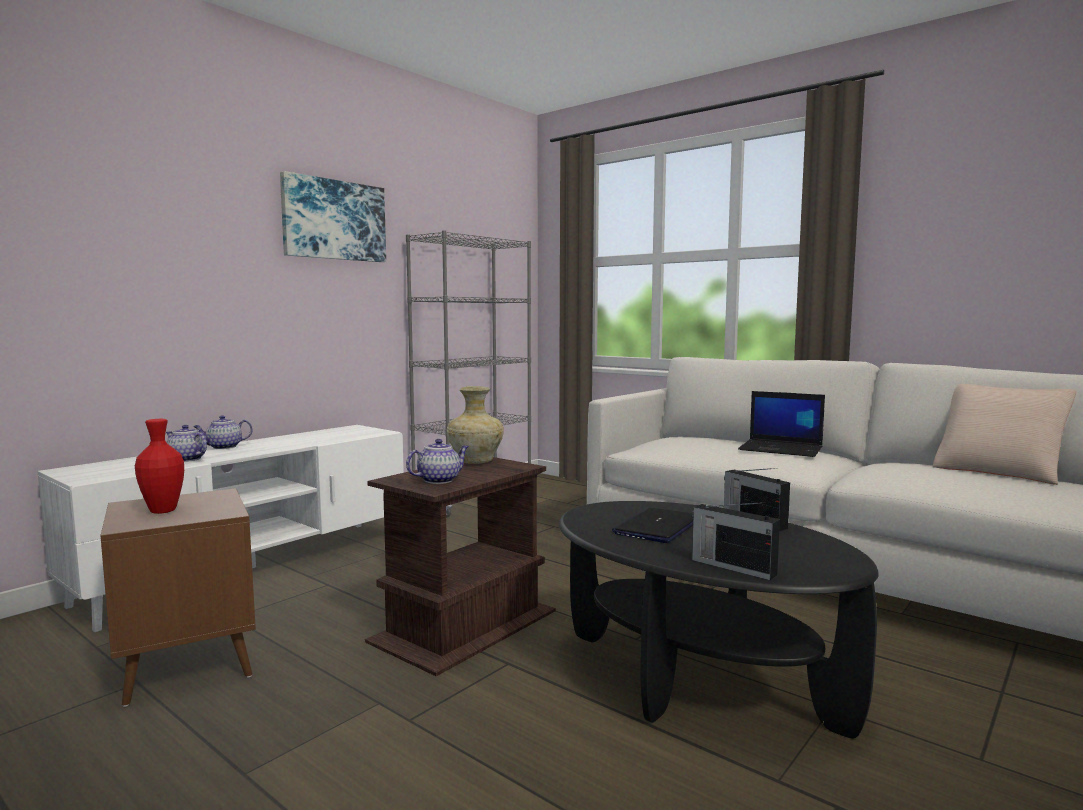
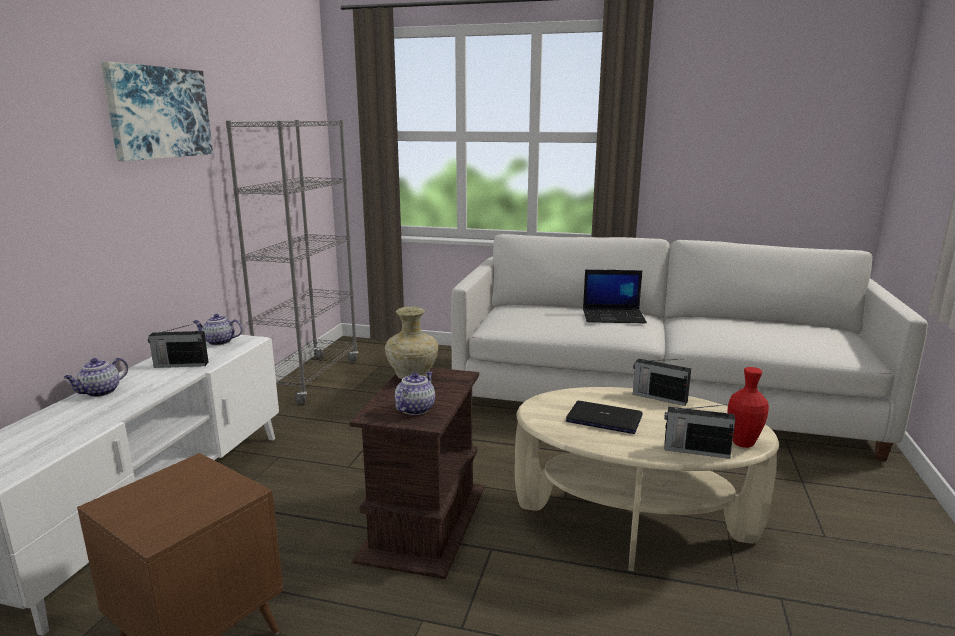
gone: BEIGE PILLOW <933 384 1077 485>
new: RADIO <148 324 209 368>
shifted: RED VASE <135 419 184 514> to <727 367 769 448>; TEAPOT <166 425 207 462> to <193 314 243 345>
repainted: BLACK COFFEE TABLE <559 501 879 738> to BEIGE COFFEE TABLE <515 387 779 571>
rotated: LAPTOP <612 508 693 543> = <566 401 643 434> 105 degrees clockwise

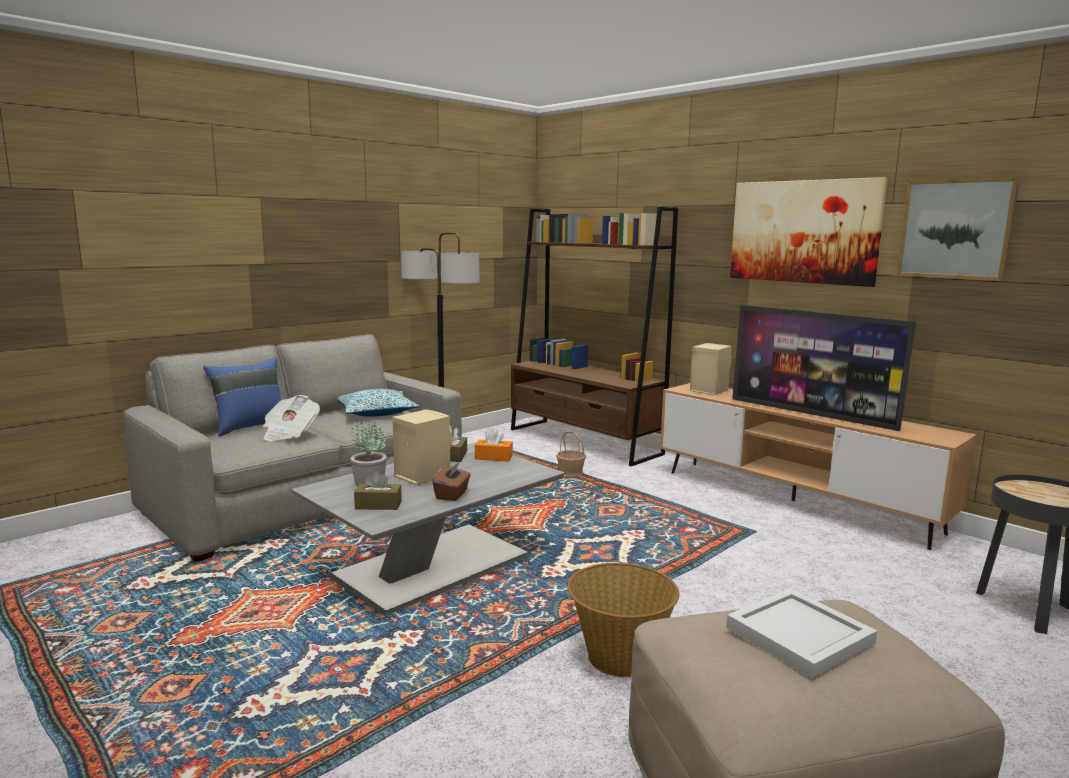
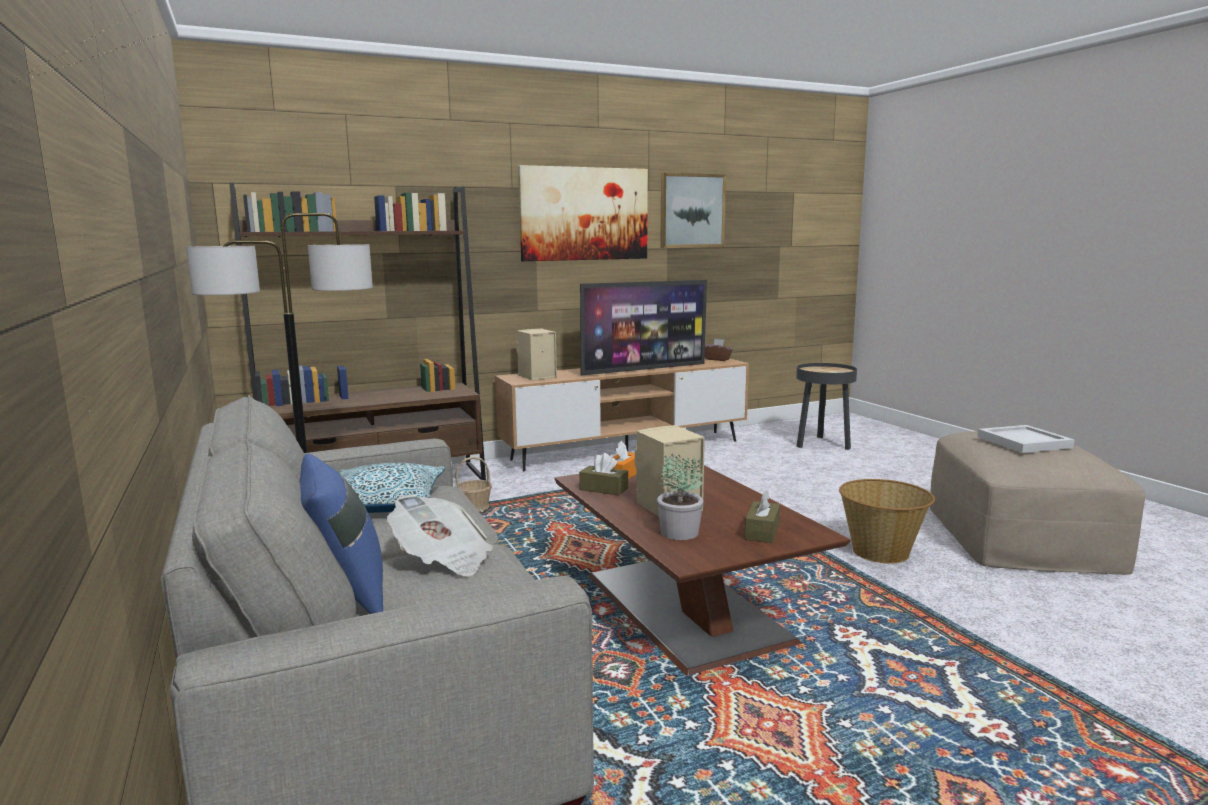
shifted: BROWN TISSUE BOX <432 461 471 501> to <705 339 733 361>
repainted: GREY COFFEE TABLE <291 442 565 616> to BROWN COFFEE TABLE <554 465 851 676>

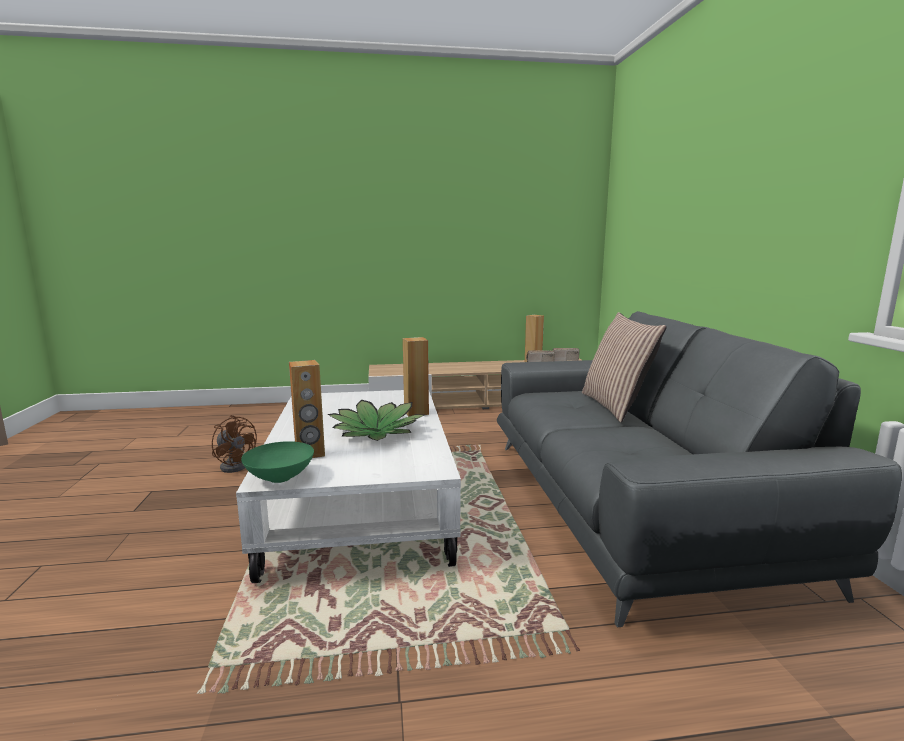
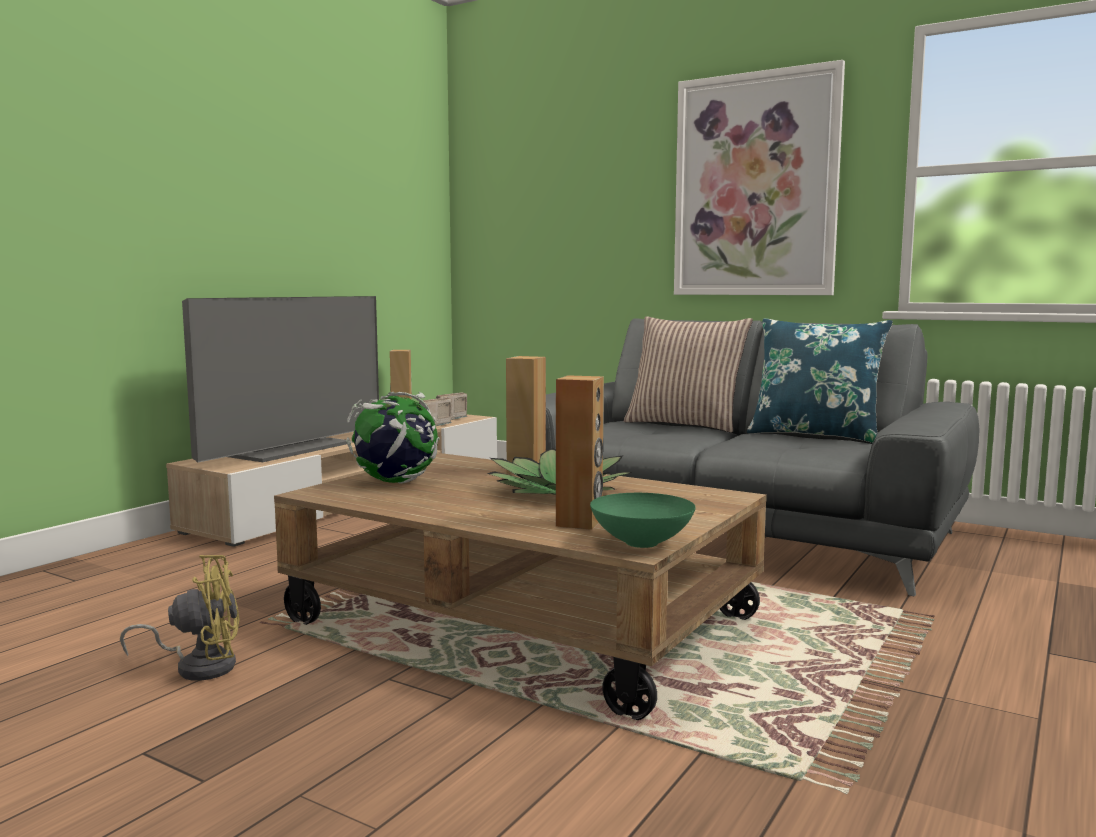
new: PICTURE <674 60 845 295>; TELEVISION <182 296 379 462>; BLUE PILLOW <747 318 893 443>; GLOBE <346 392 440 484>
repainted: WHITE COFFEE TABLE <236 390 461 583> to BROWN COFFEE TABLE <274 453 767 720>; BROWN FAN <212 415 257 473> to YELLOW FAN <120 555 240 681>

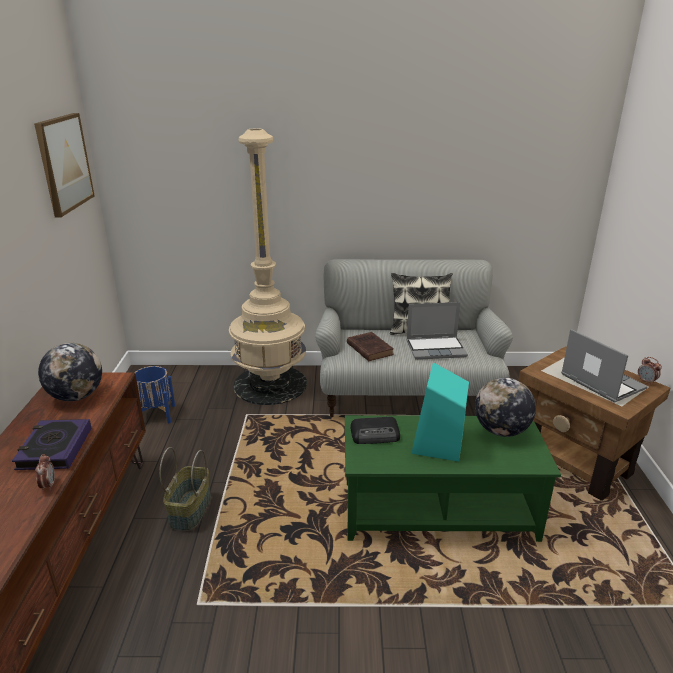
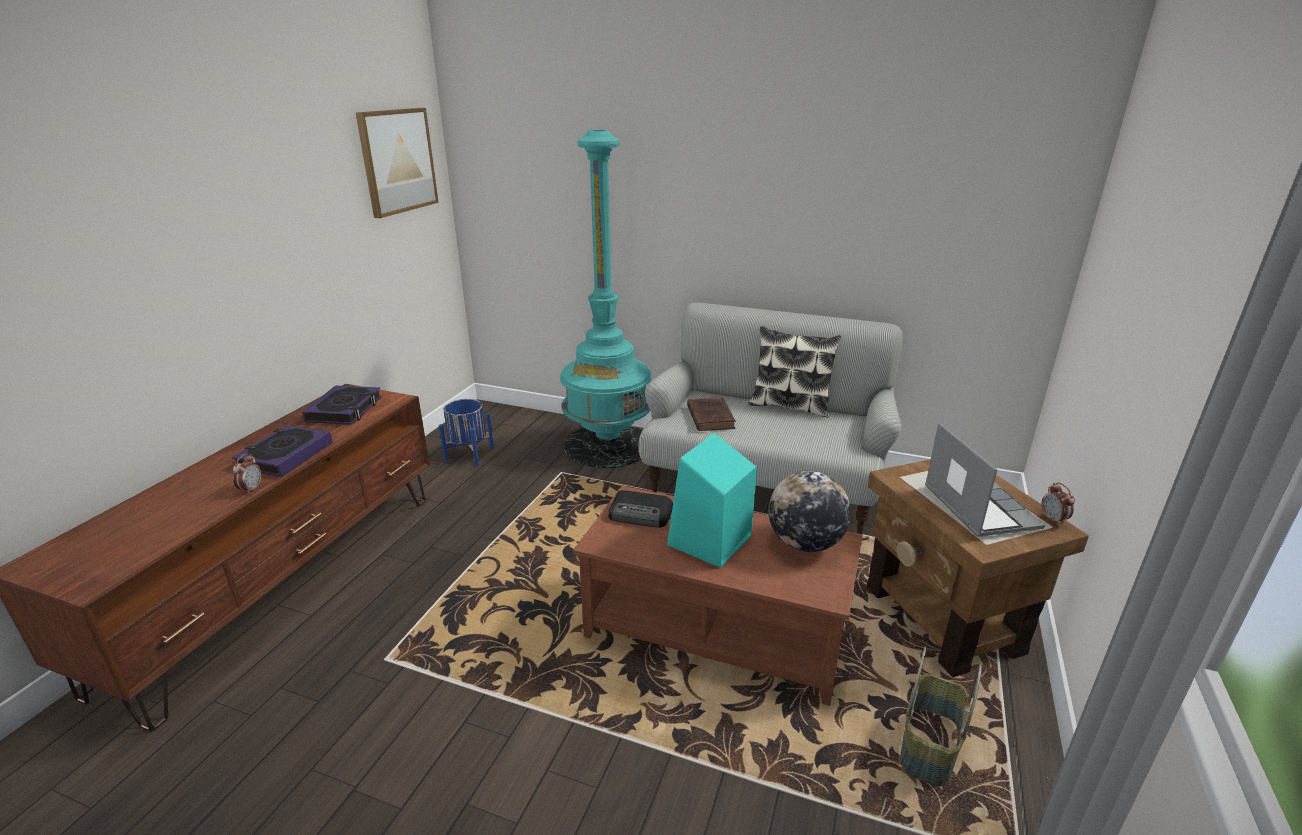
gone: LAPTOP <406 302 468 360>
shifted: BASKET <159 447 211 531> to <900 646 982 787>
swapped: GLOBE <38 343 102 401> to BOOK <302 385 382 425>
repainted: BEIGE FLOOR LAMP <229 128 307 405> to TURQUOISE FLOOR LAMP <560 130 652 468>; GREEN COFFEE TABLE <345 415 561 542> to BROWN COFFEE TABLE <573 486 863 706>

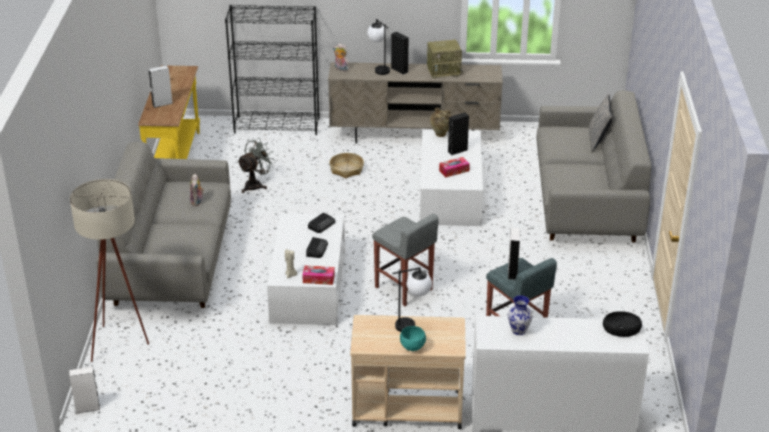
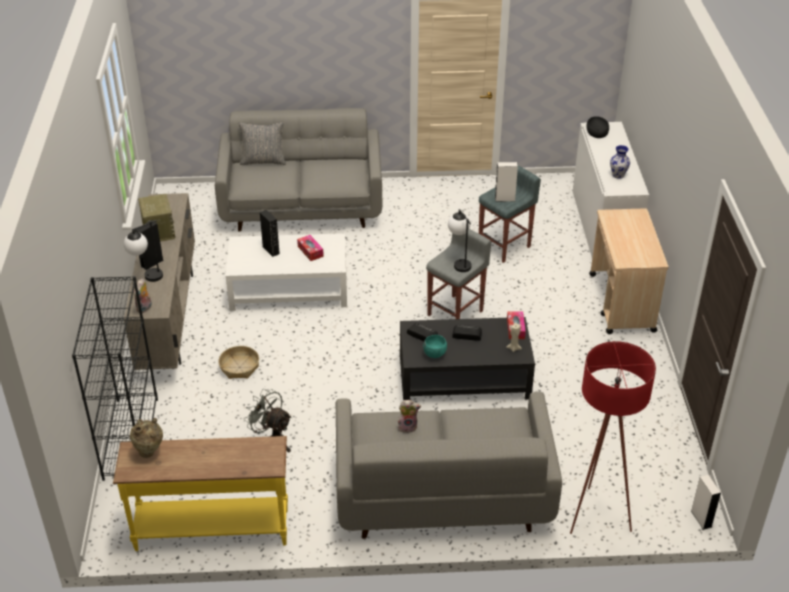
gone: GREY SPEAKER <148 65 173 108>
shifted: BEIGE VASE <430 108 451 137> to <130 418 163 458>; TABLE LAMP <392 267 432 332> to <448 209 472 272>; TURQUOISE BOWL <400 326 426 351> to <423 335 447 358>
repainted: BEIGE FLOOR LAMP <70 179 149 362> to RED FLOOR LAMP <570 341 656 534>; WHITE COFFEE TABLE <267 213 345 325> to BLACK COFFEE TABLE <400 317 535 401>

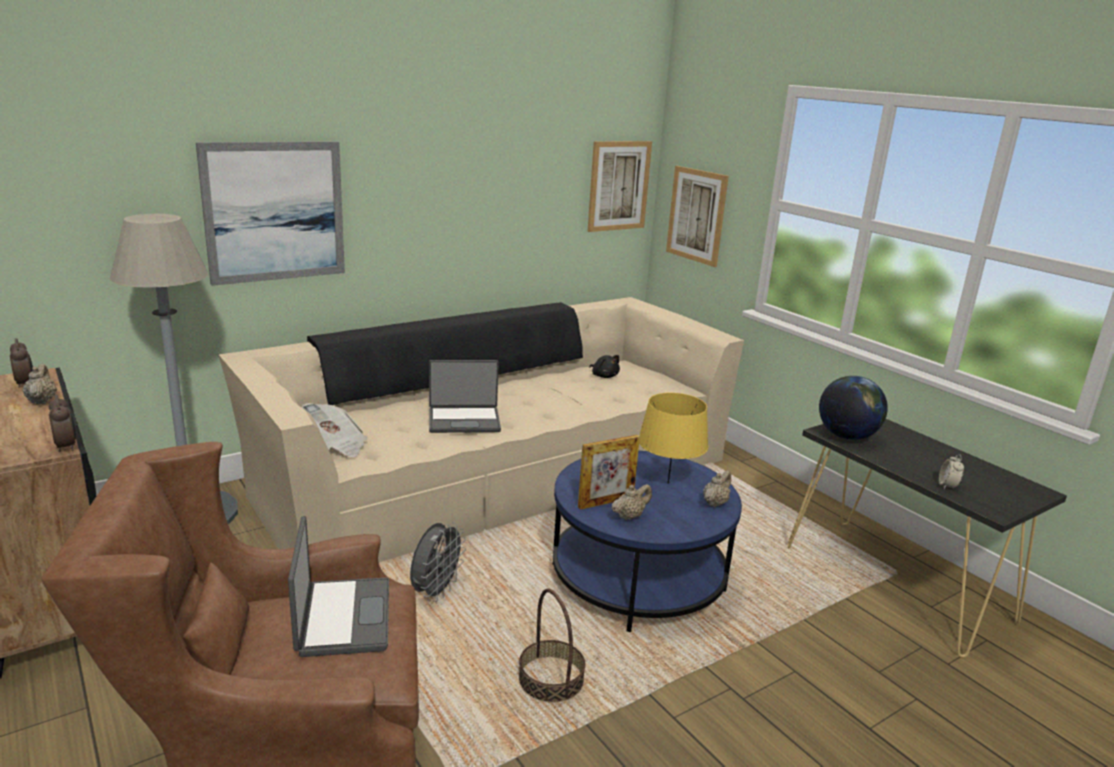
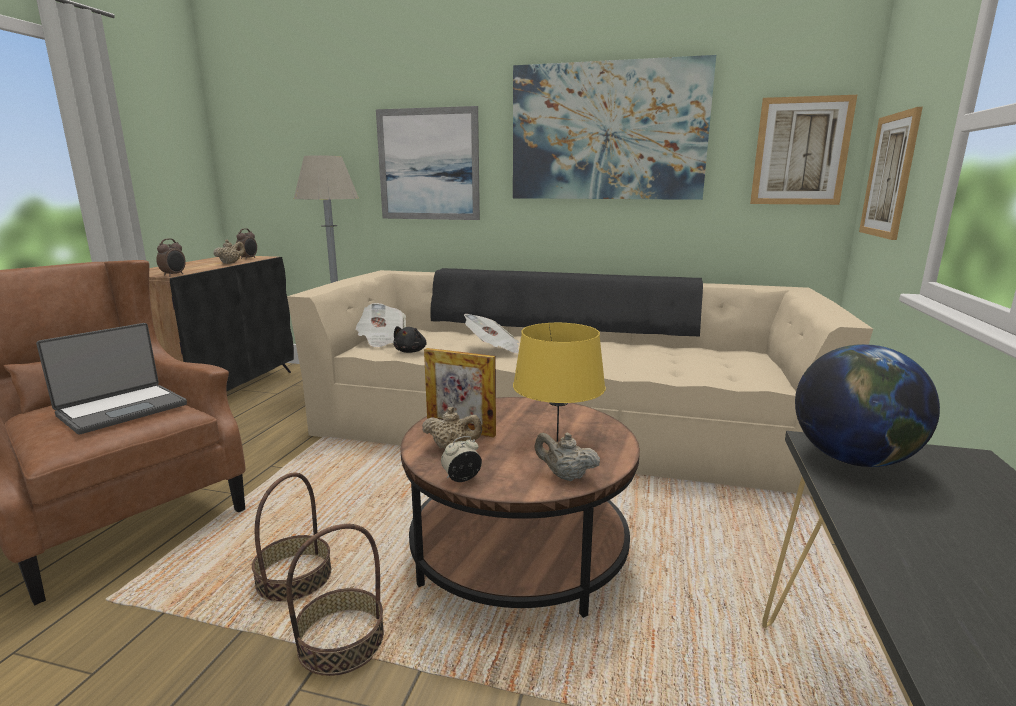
gone: GREY FAN <410 522 466 602>
new: PICTURE <513 55 716 200>; BASKET <286 524 384 676>
shifted: BLACK PLUSH TOY <589 355 620 378> to <394 326 427 353>; ALARM CLOCK <938 454 964 489> to <441 436 482 482>
swapped: LAPTOP <429 360 501 433> to NEWSPAPER <464 314 519 354>
repainted: BLUE COFFEE TABLE <553 451 742 632> to BROWN COFFEE TABLE <401 397 640 618>
rotated: BEIGE TEAPOT <703 471 731 507> = <535 432 600 481> 150 degrees counterclockwise

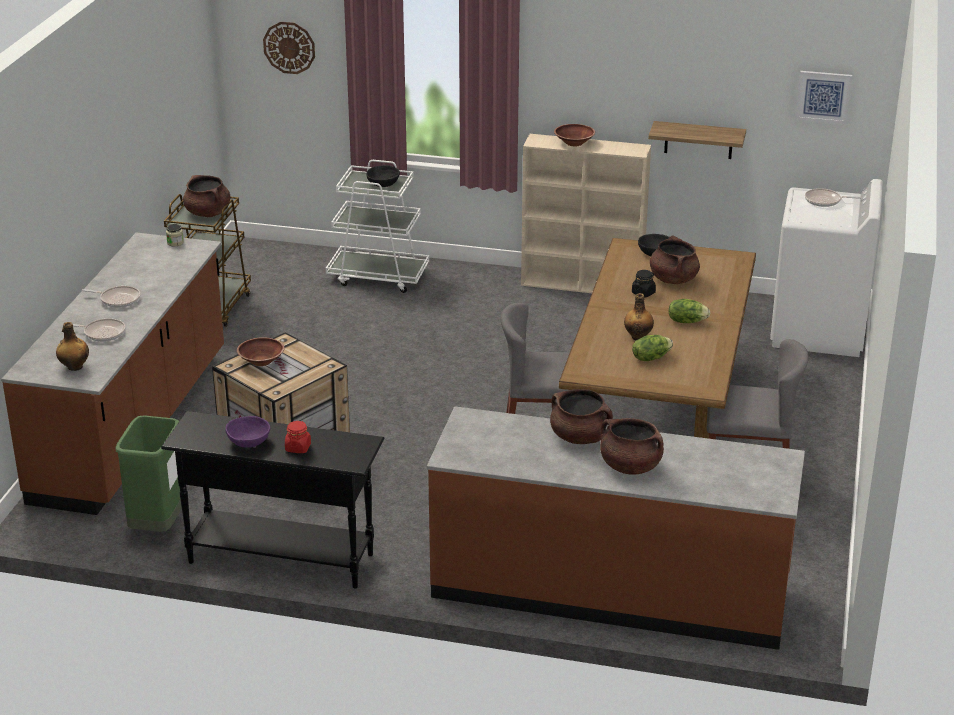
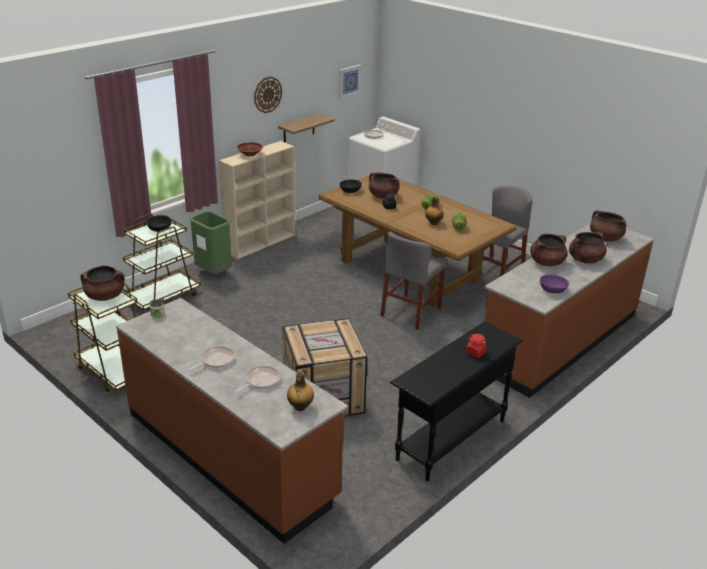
gone: BROWN BOWL <237 337 285 366>
new: BROWN COOKING POT <590 210 626 242>
shifted: WALL CLOCK <263 22 315 74> to <254 76 282 113>; GREEN TRASH CAN <115 415 182 532> to <190 211 232 274>; PURPLE BOWL <225 416 270 448> to <540 274 569 294>
repainted: WHITE CART <326 160 429 293> to BROWN CART <123 214 201 310>

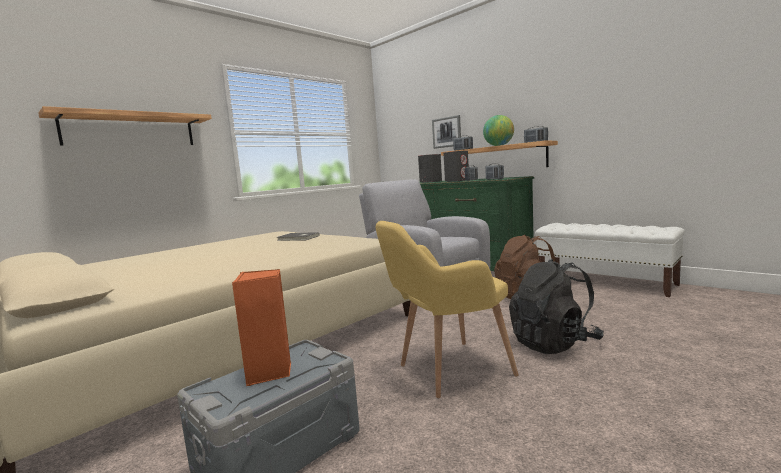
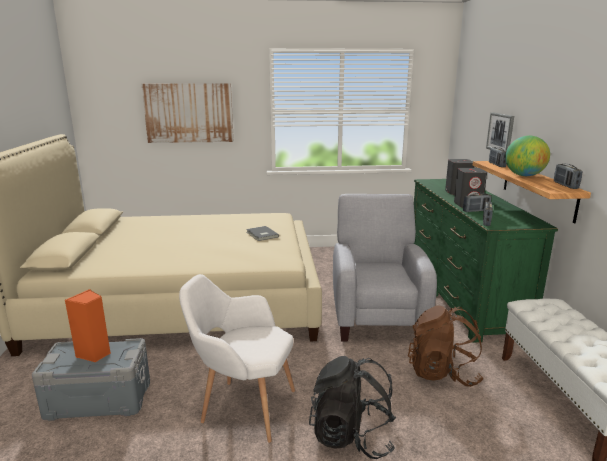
swapped: SHELF <38 106 212 146> to PICTURE <142 83 234 143>
repainted: YELLOW ARMCHAIR <376 221 518 399> to WHITE ARMCHAIR <179 274 295 443>

